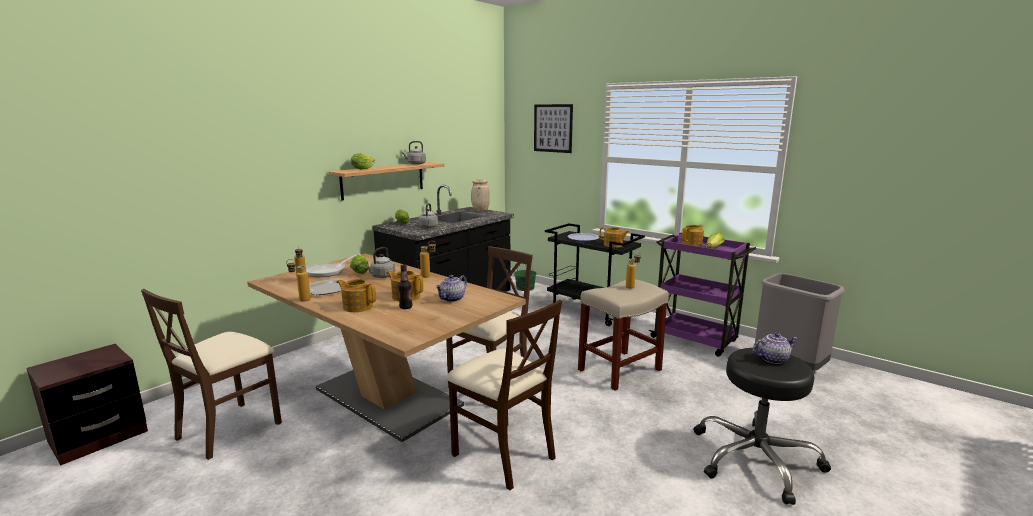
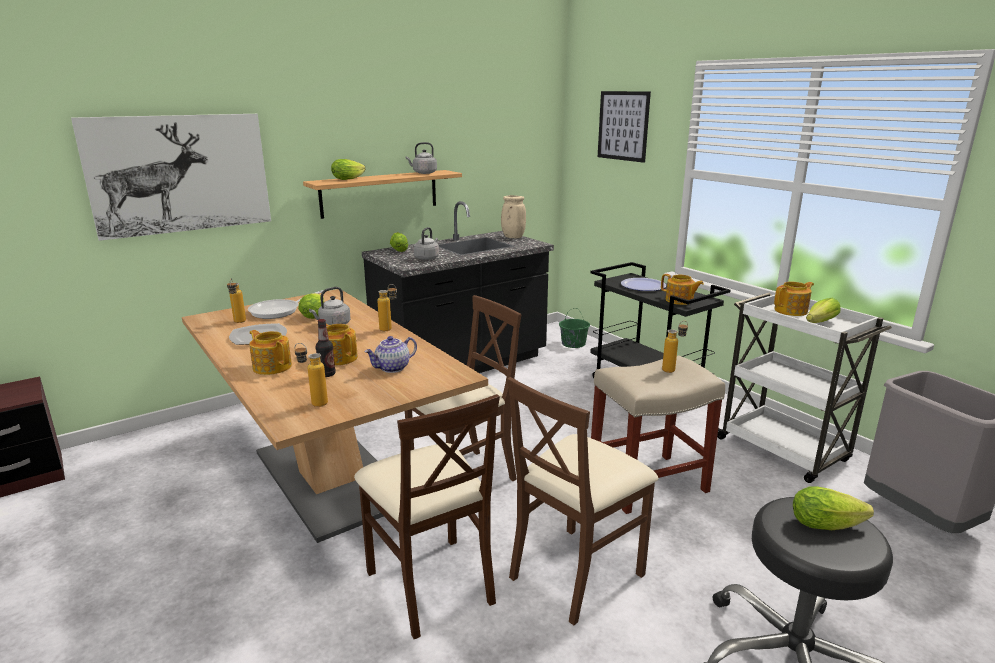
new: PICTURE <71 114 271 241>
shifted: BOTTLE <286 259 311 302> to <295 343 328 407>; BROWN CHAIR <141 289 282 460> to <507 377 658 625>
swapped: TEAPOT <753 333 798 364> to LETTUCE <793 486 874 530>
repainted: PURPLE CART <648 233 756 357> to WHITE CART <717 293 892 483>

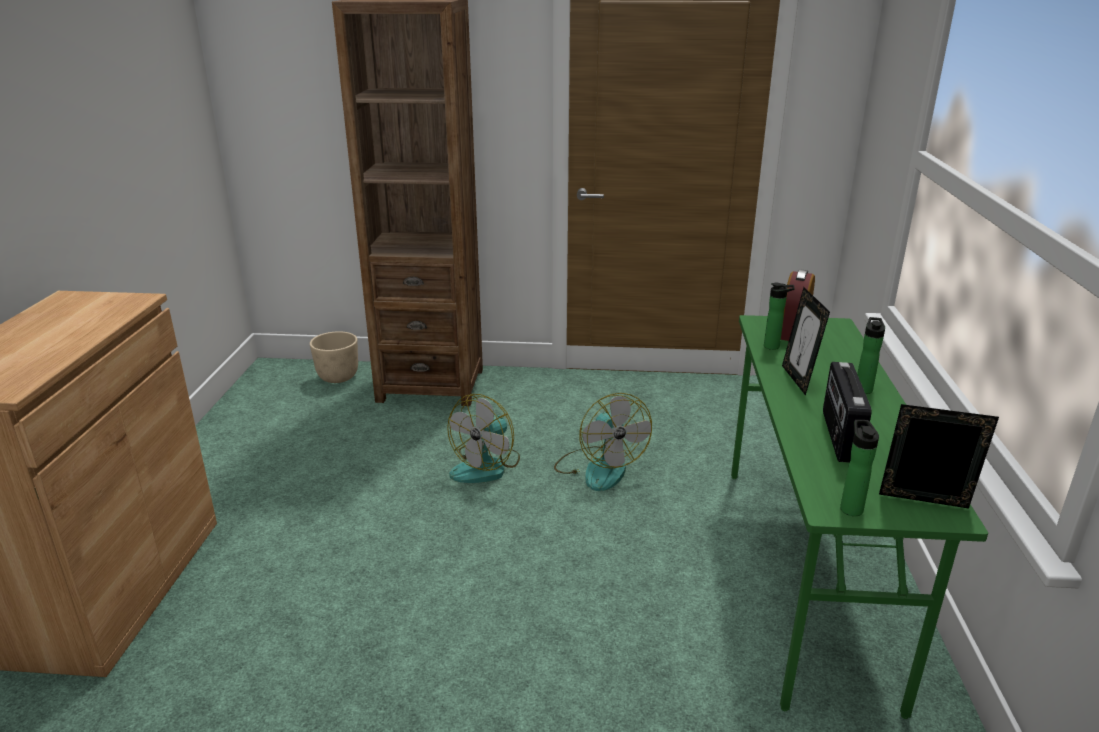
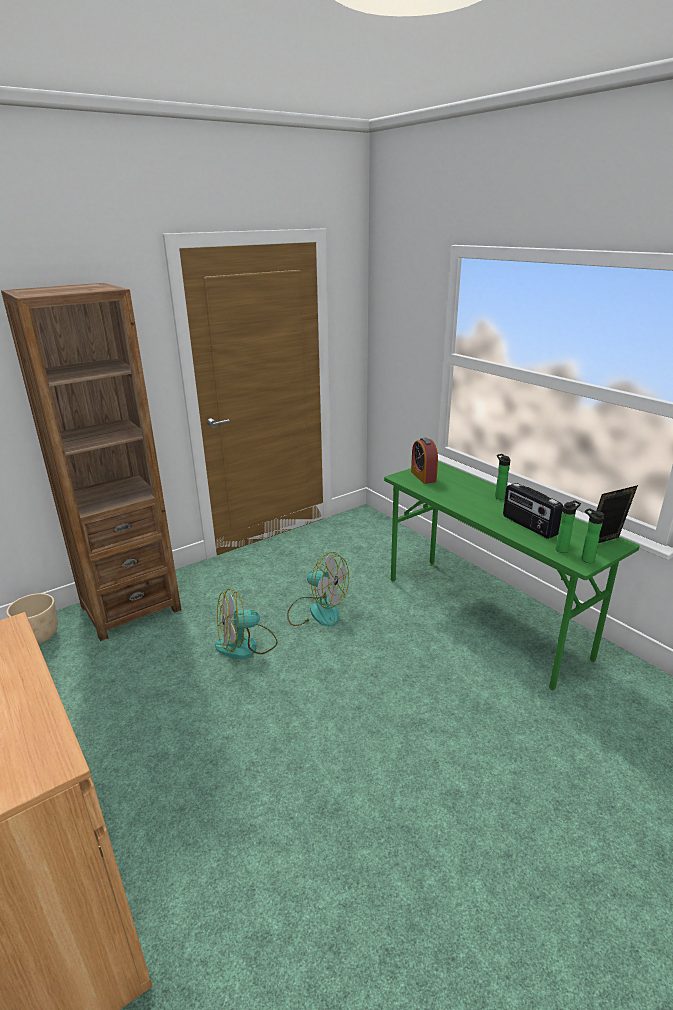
gone: PICTURE FRAME <782 287 830 396>
shifted: BOTTLE <764 283 795 350> to <556 500 581 553>
rotated: FAN <447 394 520 483> = <215 589 278 659> 75 degrees clockwise

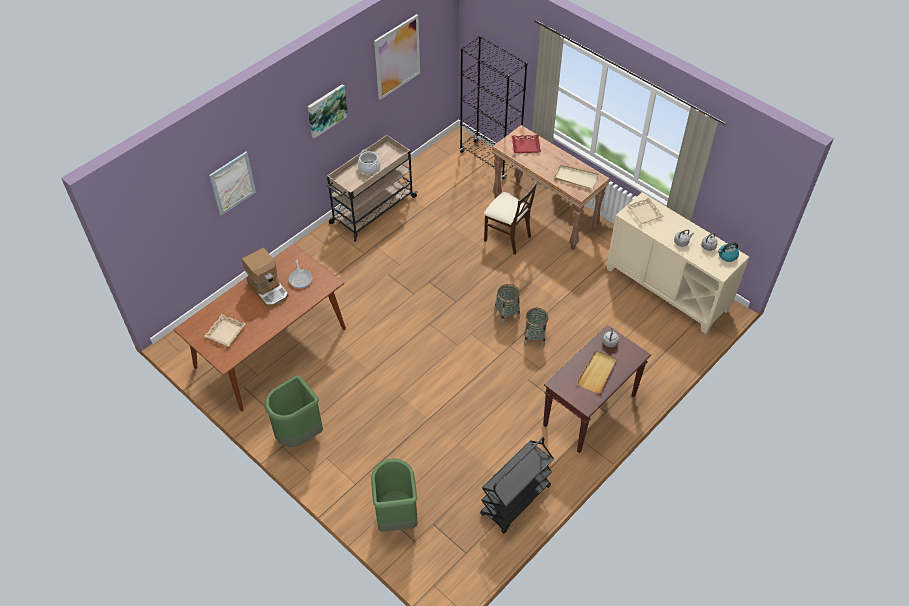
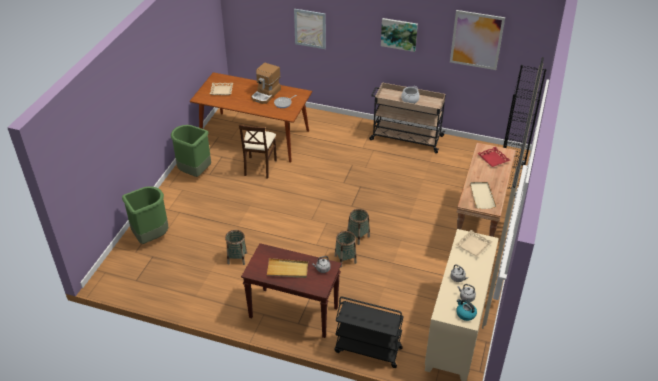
new: BASKET <225 230 247 265>
shifted: BEIGE CHAIR <484 182 537 255> to <239 124 277 179>; BLACK CART <480 437 554 534> to <334 297 404 368>

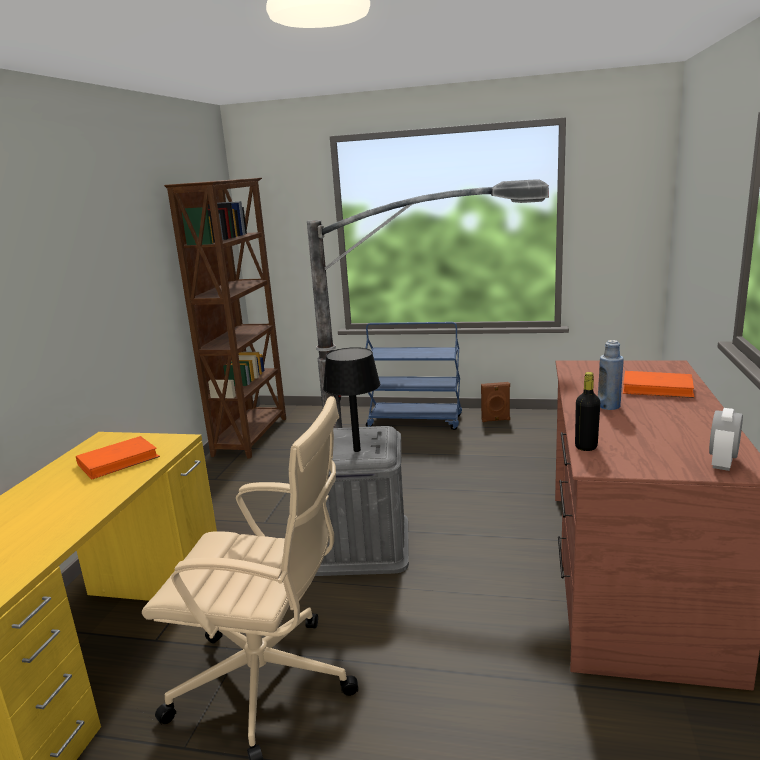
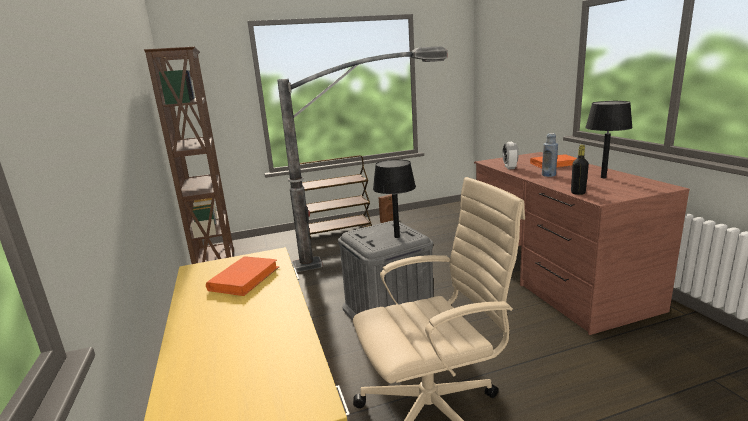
new: BLACK TABLE LAMP <585 101 633 178>
shifted: ALARM CLOCK <709 408 743 471> to <502 142 519 169>
repainted: BLUE CART <366 322 462 430> to BROWN CART <300 155 372 240>

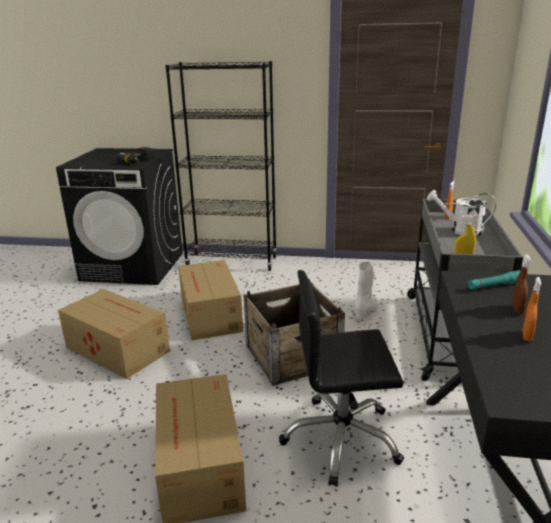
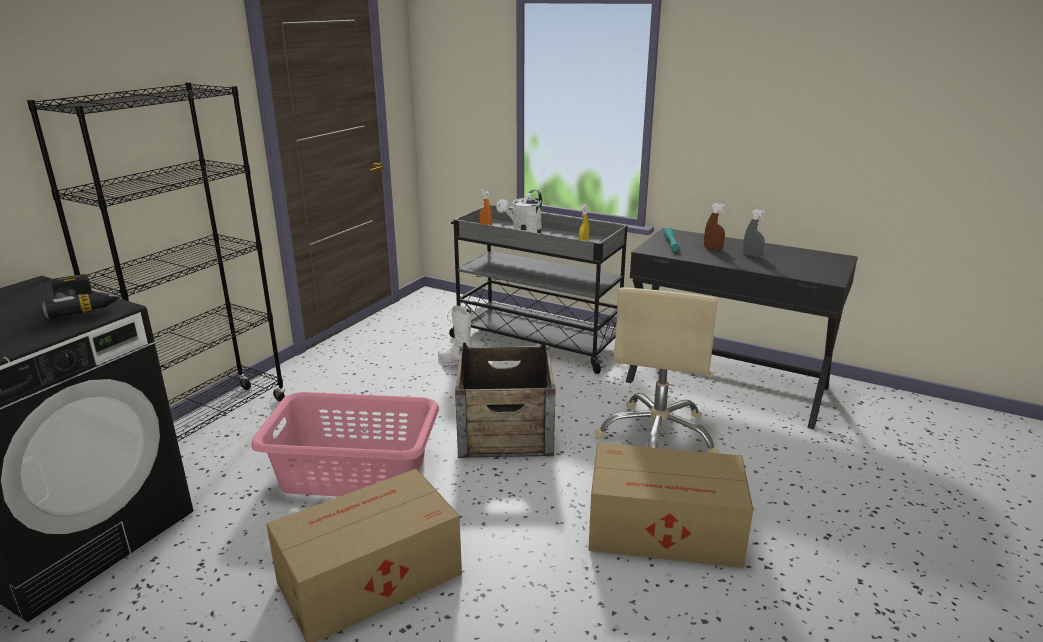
swapped: CARDBOARD BOX <178 260 243 340> to PINK LAUNDRY BASKET <251 392 439 497>
repainted: BLACK OFFICE CHAIR <279 270 404 487> to BEIGE OFFICE CHAIR <595 287 719 453>; ORANGE SPRAY BOTTLE <523 277 541 341> to GREY SPRAY BOTTLE <743 209 766 257>

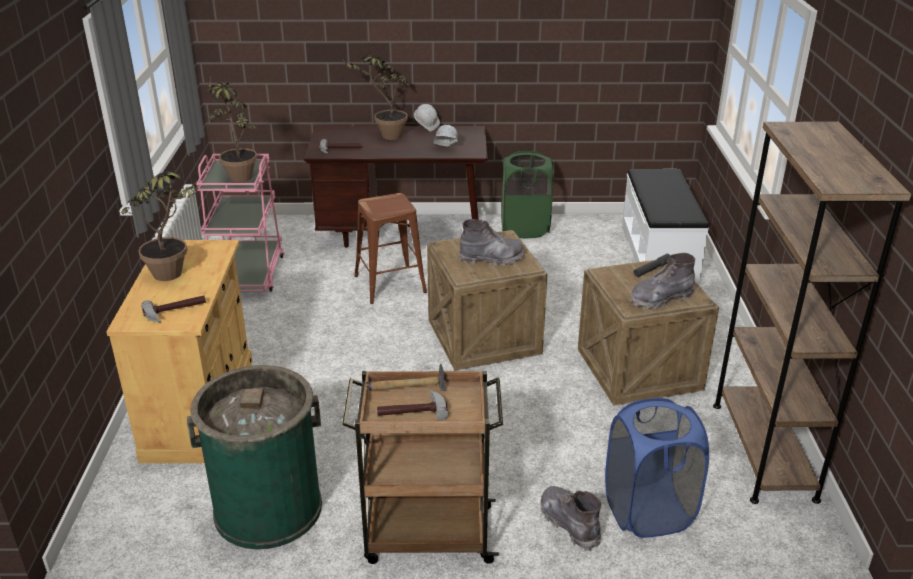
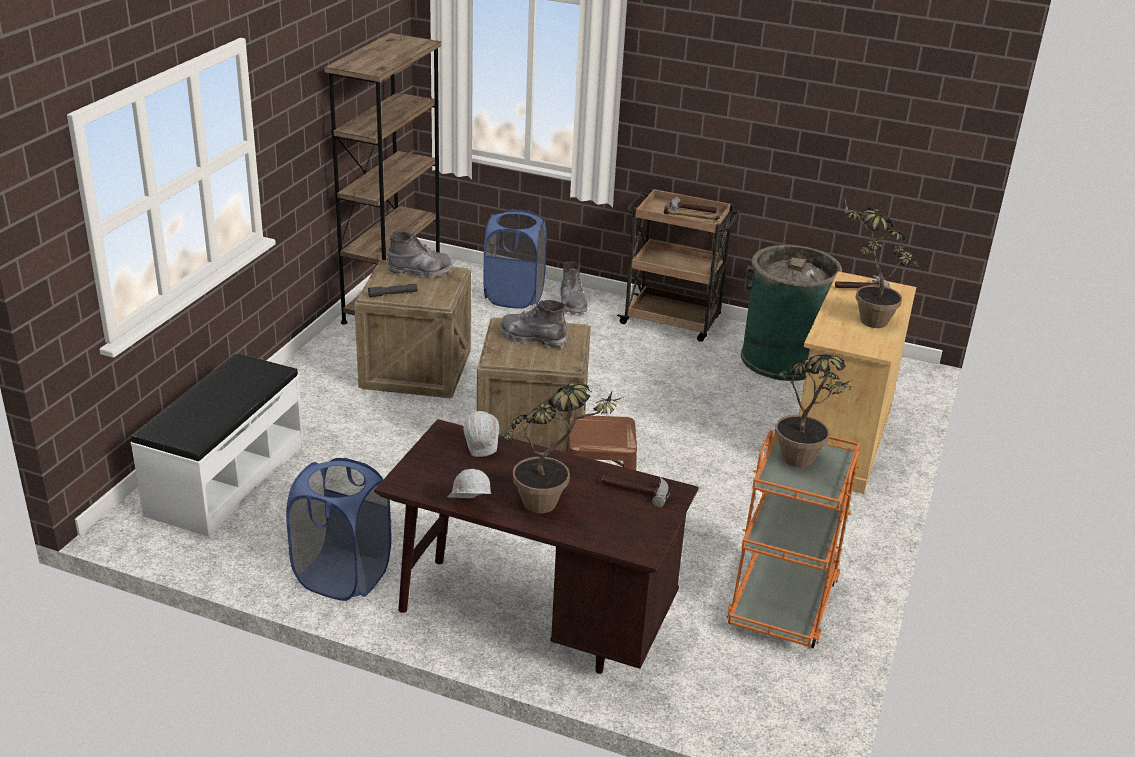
repainted: GREEN LAUNDRY BASKET <501 151 553 238> to BLUE LAUNDRY BASKET <286 458 391 601>; PINK CART <196 154 284 292> to ORANGE CART <727 430 860 648>

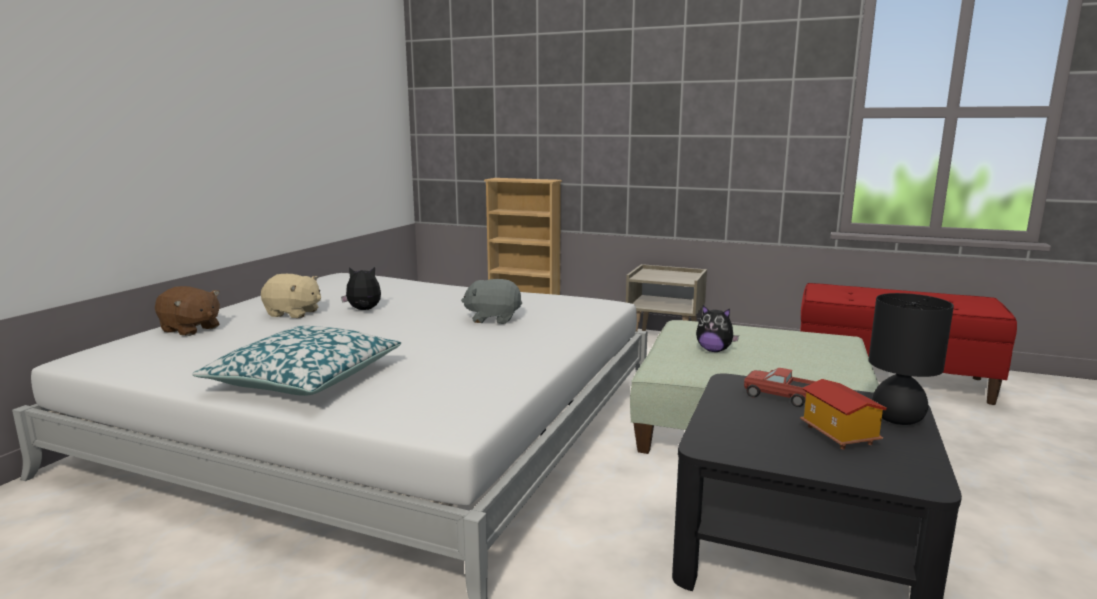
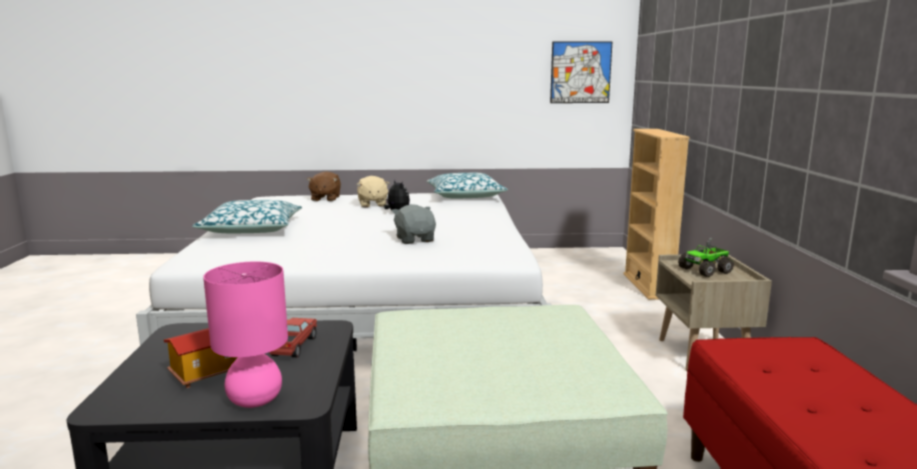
gone: PLUSH TOY <696 305 739 352>
new: PICTURE <550 41 612 103>; PILLOW <427 173 508 198>; TOY TRUCK <678 238 734 277>
repainted: BLACK TABLE LAMP <868 293 954 425> to PINK TABLE LAMP <203 261 288 408>

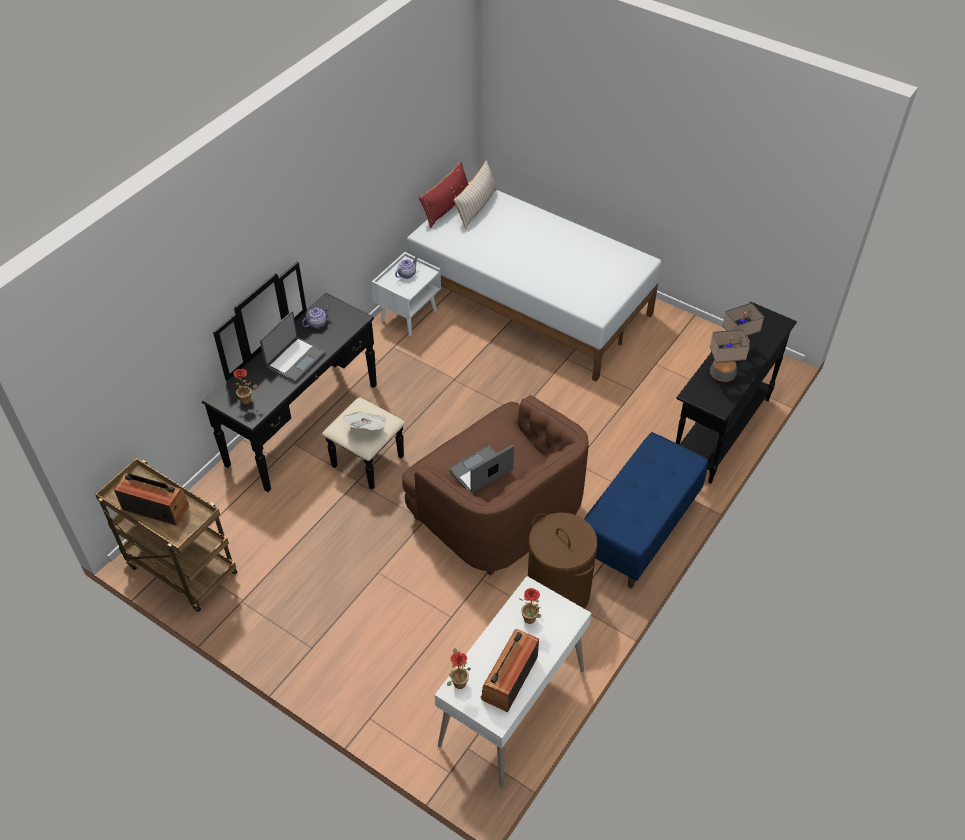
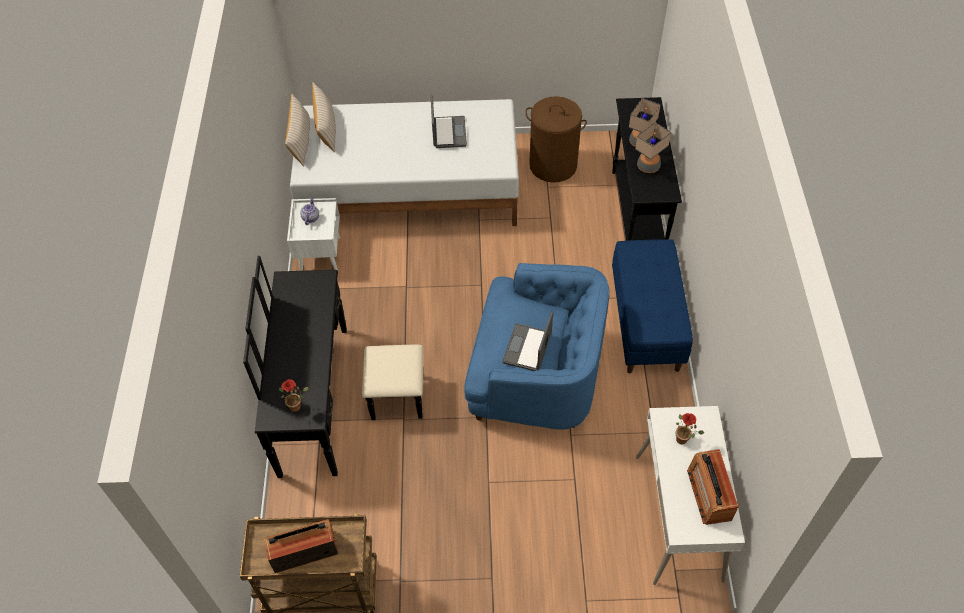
gone: TEAPOT <302 306 330 329>; NEWSPAPER <343 411 386 430>; POTTED PLANT <447 648 471 689>
shifted: LAPTOP <260 311 326 382> to <431 95 467 148>; BROWN LAUNDRY BASKET <528 513 598 609> to <525 96 587 182>
repainted: RED PILLOW <419 162 468 228> to BEIGE PILLOW <285 94 310 167>; BROWN ARMCHAIR <402 395 589 576> to BLUE ARMCHAIR <464 263 609 430>

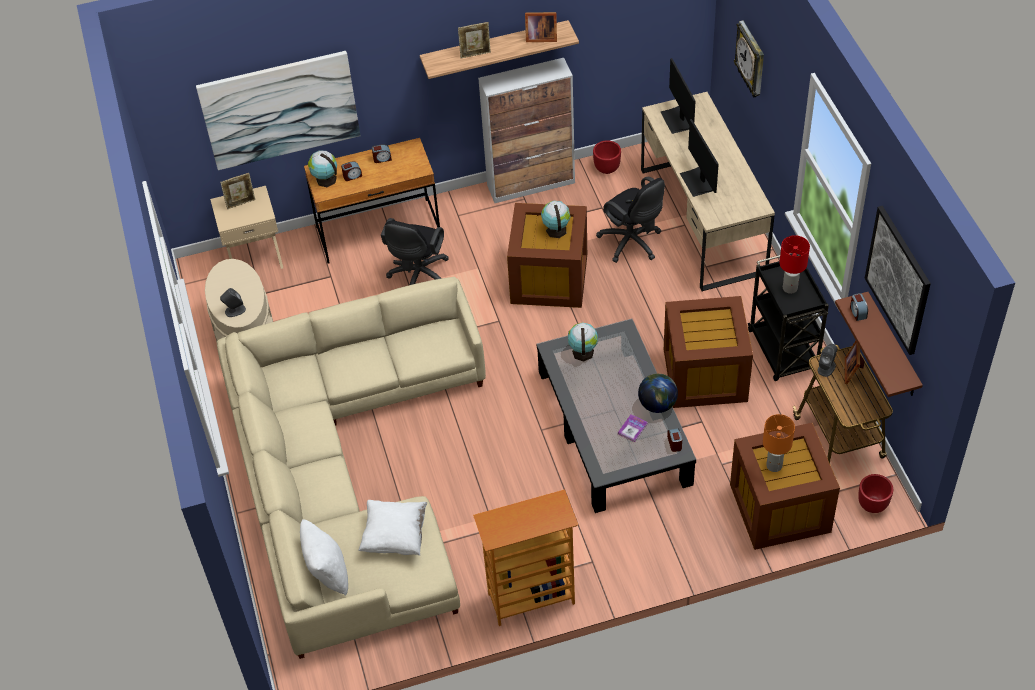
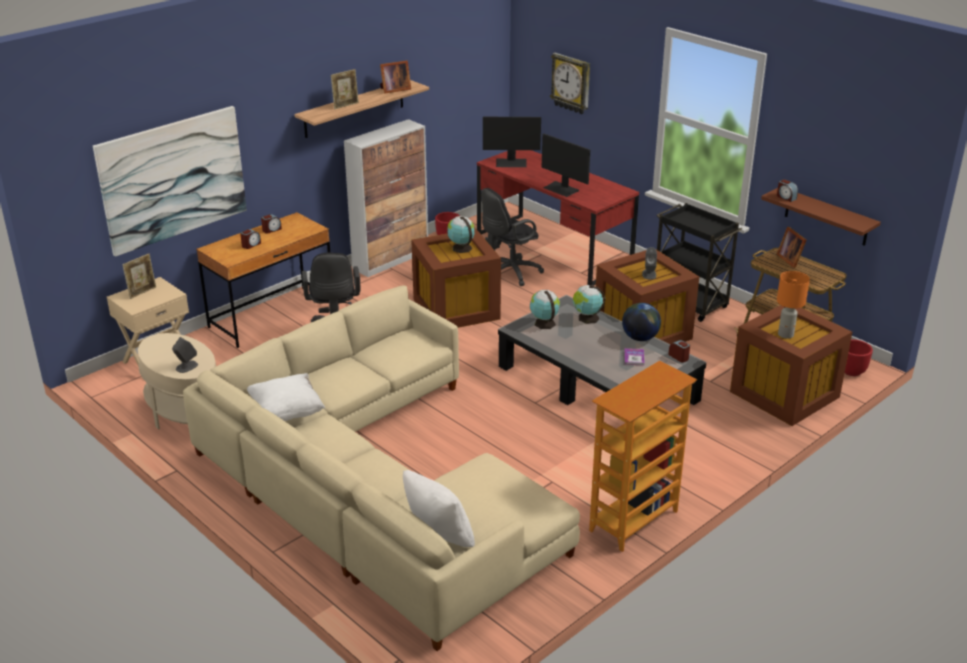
gone: PICTURE <865 206 930 355>; RED TABLE LAMP <779 235 810 294>
shifted: GLOBE <308 151 337 187> to <573 285 605 324>; GREY SPEAKER <818 344 837 377> to <642 247 657 280>; WHITE PILLOW <358 500 428 556> to <247 373 325 421>
repainted: BEIGE DESK <641 92 775 292> to RED DESK <477 150 639 286>
rotated: MONITOR <661 58 696 134> = <483 117 541 167> 45 degrees counterclockwise; BLACK OFFICE CHAIR <596 177 665 263> = <481 188 544 286> 120 degrees clockwise

